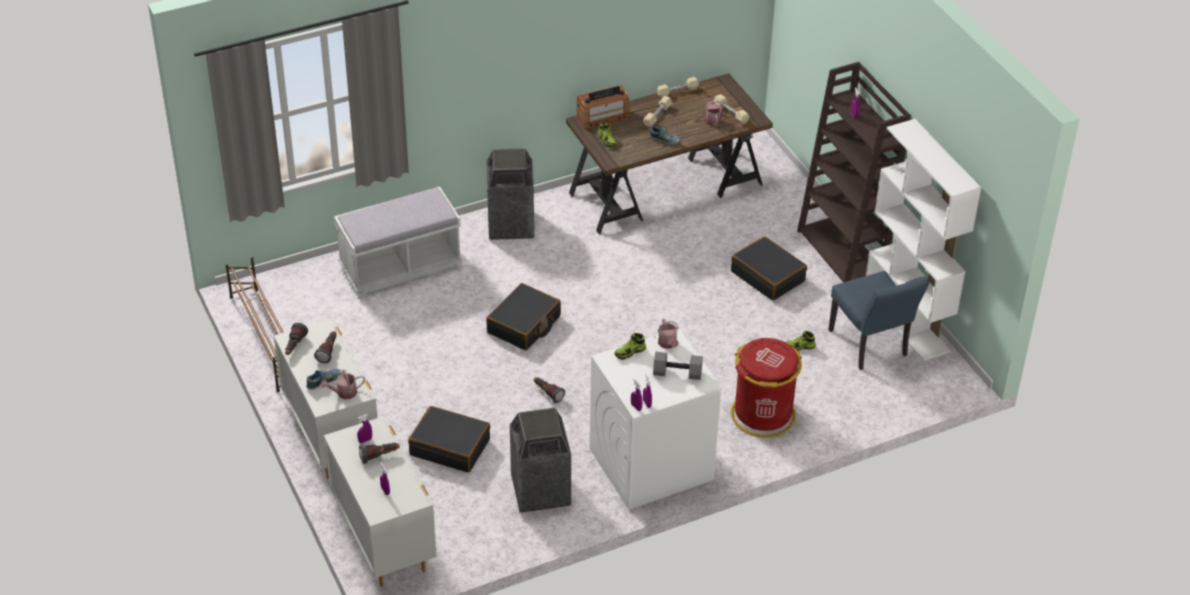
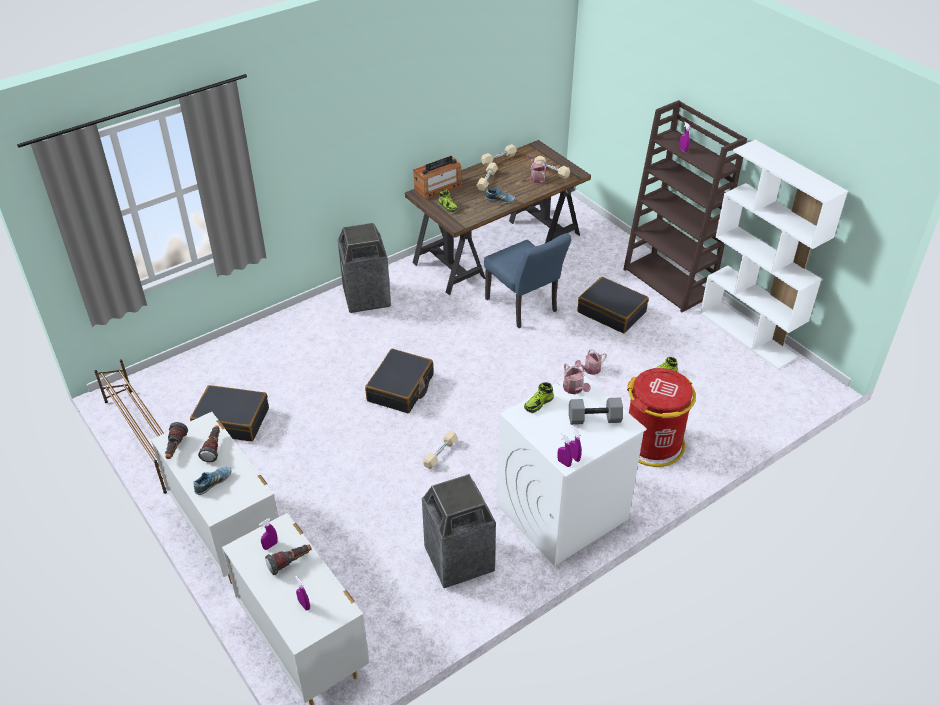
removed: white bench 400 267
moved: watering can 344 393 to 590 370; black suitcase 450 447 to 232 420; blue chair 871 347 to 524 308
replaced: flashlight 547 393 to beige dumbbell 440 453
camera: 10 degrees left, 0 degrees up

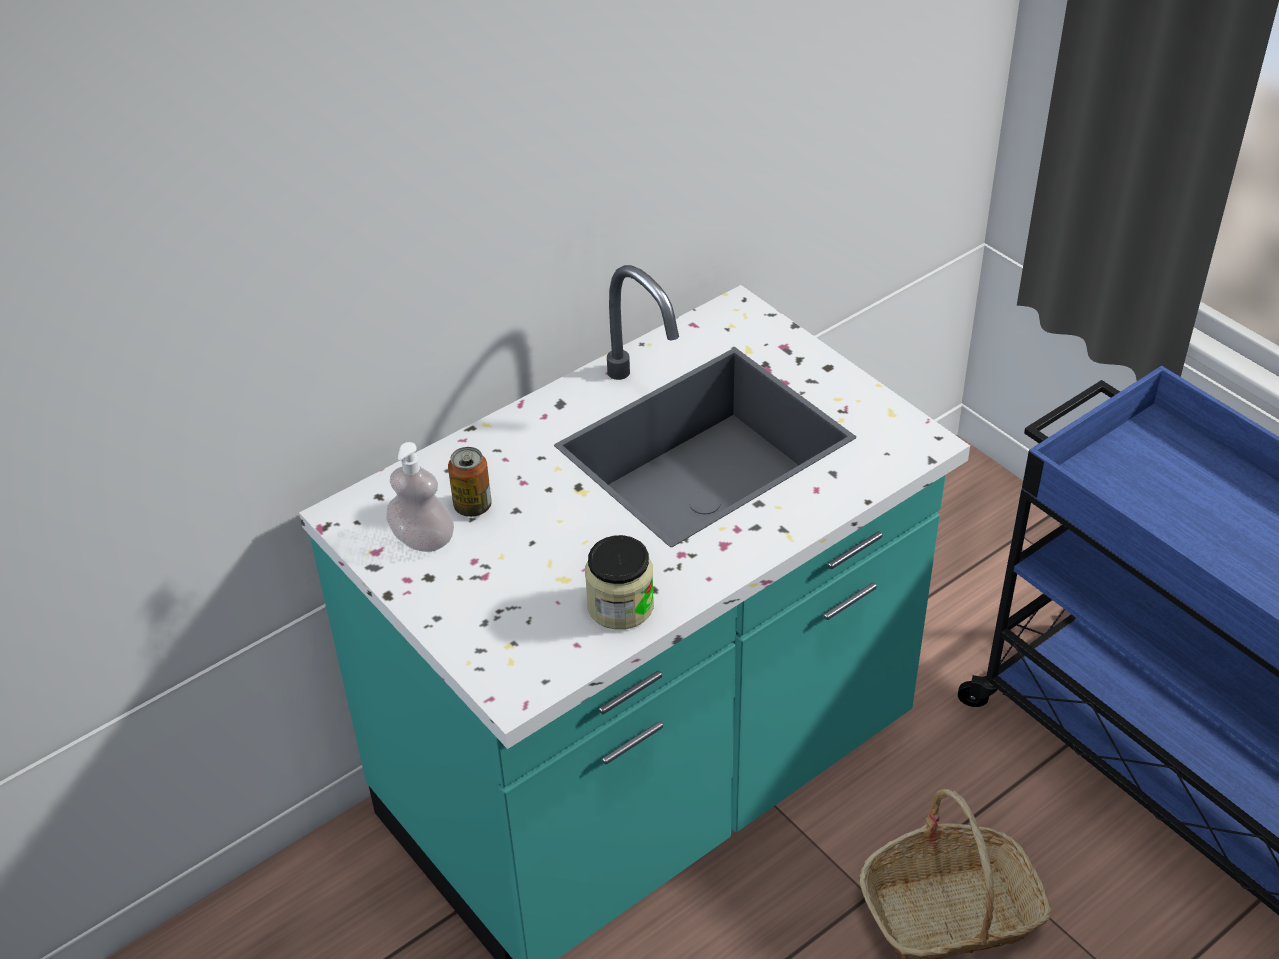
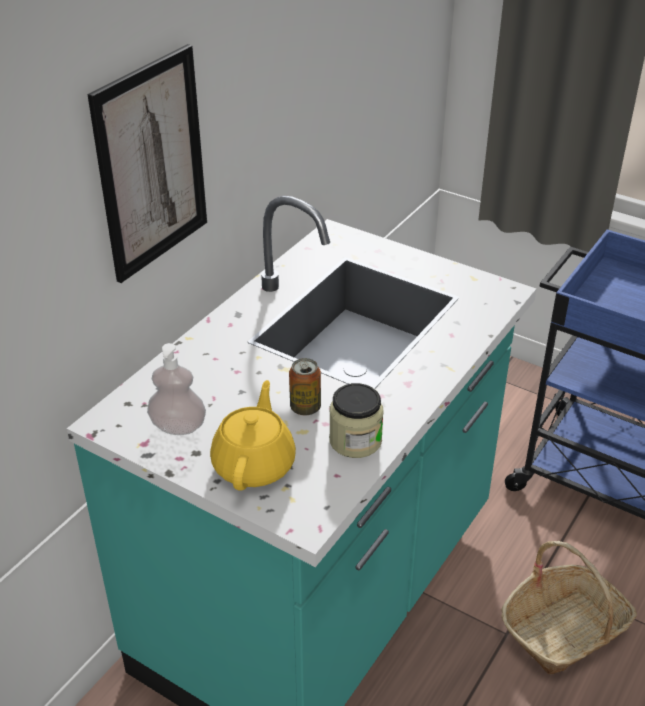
added: picture 151 164; yellow teapot 255 464
moved: can 472 506 to 305 407
camera: 20 degrees left, 5 degrees down

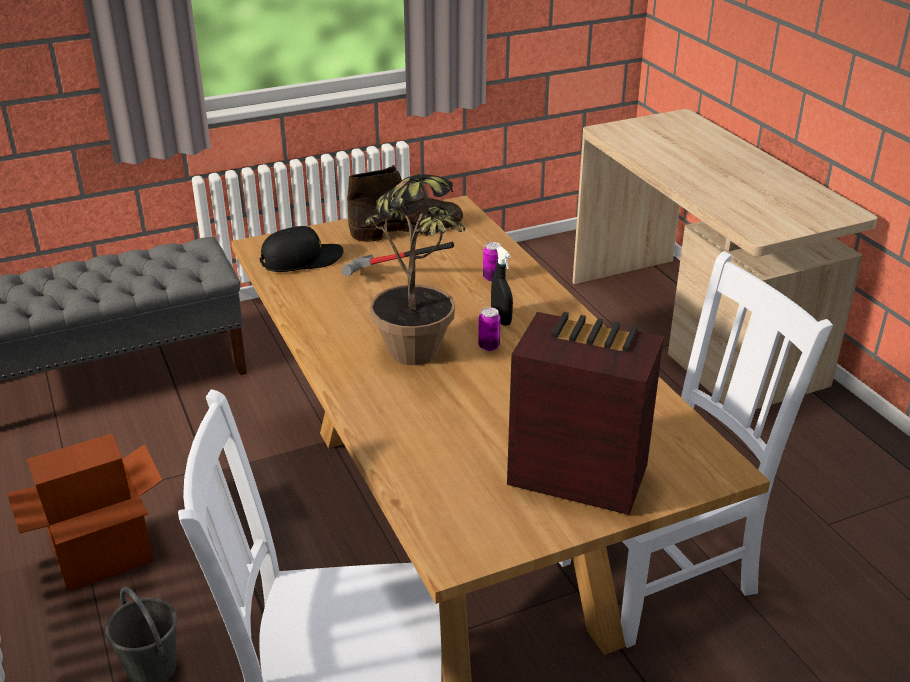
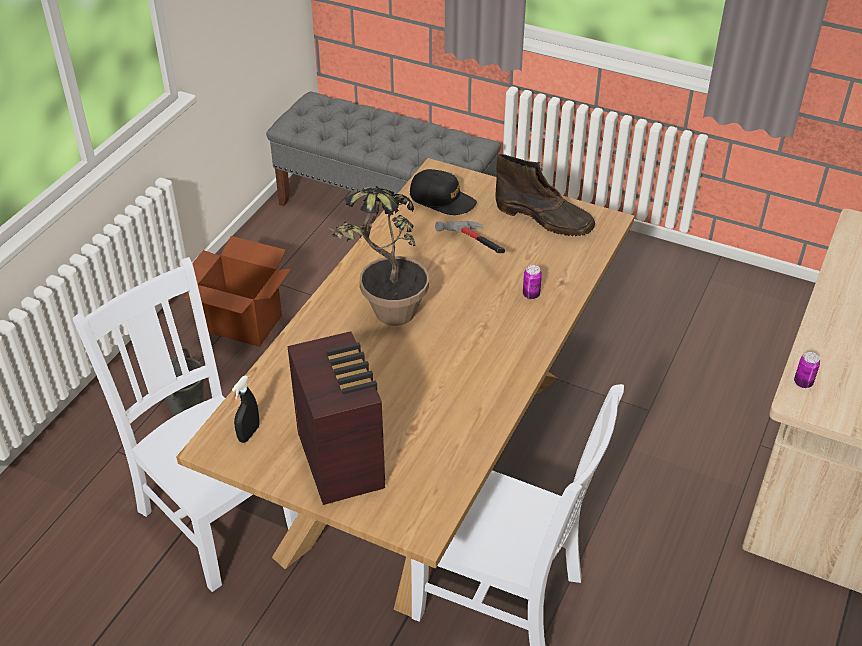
moved: can 489 346 to 803 383; black spray bottle 501 319 to 249 433
camera: 50 degrees right, 10 degrees up

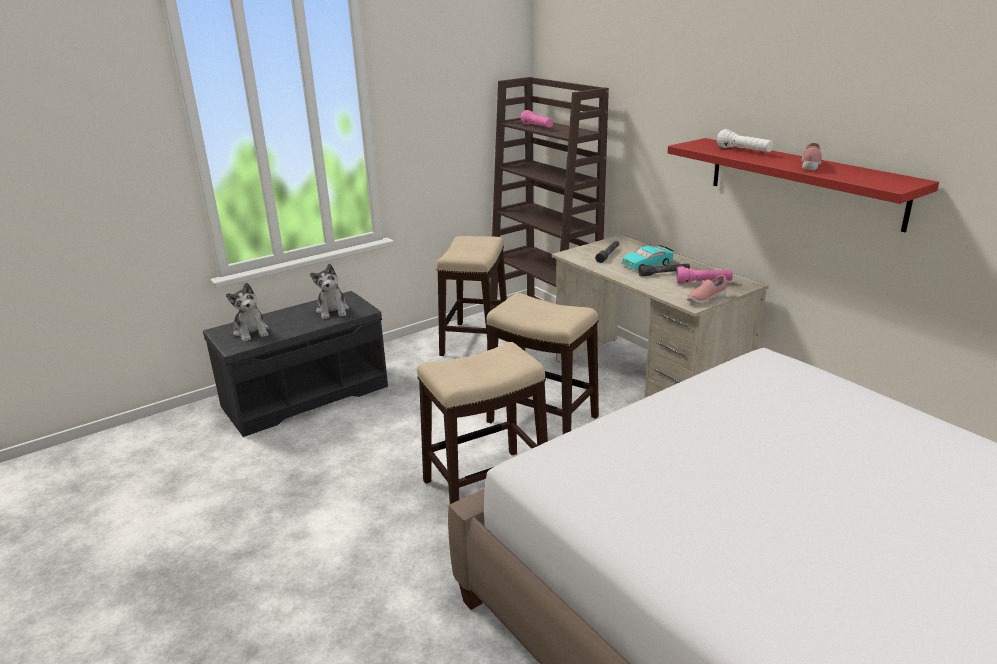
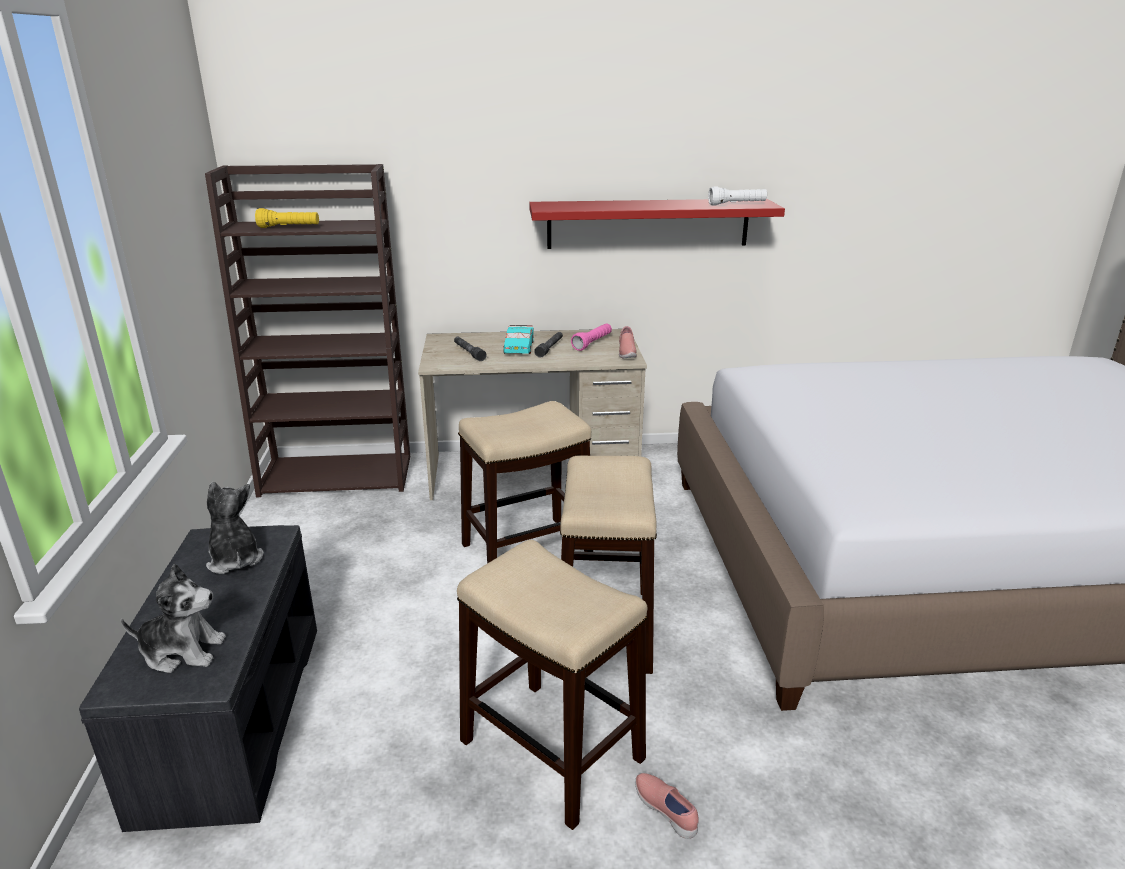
moved: stool 475 341 to 553 751; white flashlight 744 151 to 737 204; pink shoe 810 165 to 666 810
recoloured: pink flashlight 537 127 to yellow flashlight 289 227
turned: plush toy 333 310 = 234 559 135 degrees counterclockwise
camera: 60 degrees left, 0 degrees up

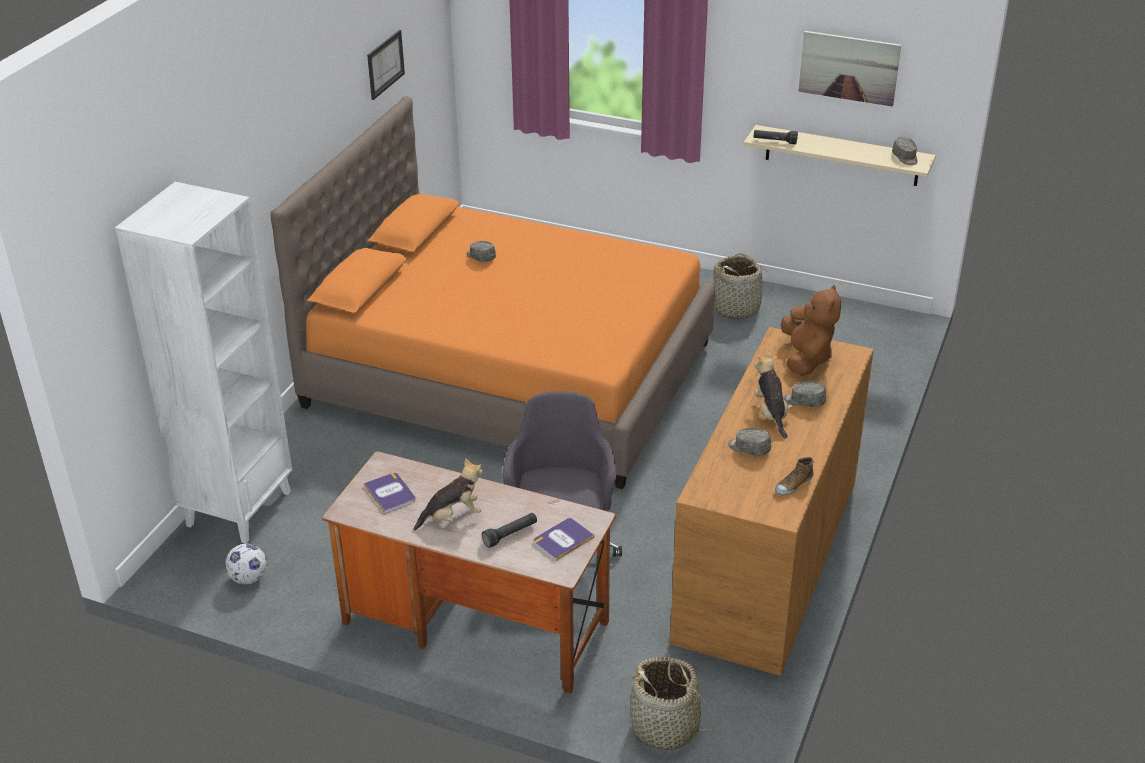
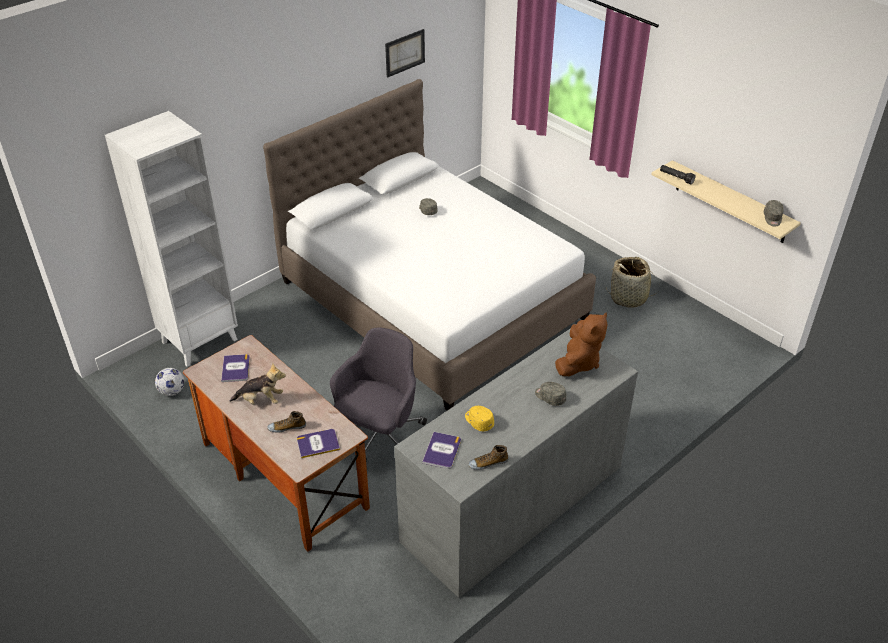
removed: basket 665 727; plush toy 771 414; picture 849 67
added: book 442 451
replaced: black flashlight 510 535 to shoe 287 427
recoloured: orange bed 510 373 to white bed 432 299; brown dresser 768 559 to grey dresser 513 503; grey cap 749 448 to yellow cap 478 421
camera: 25 degrees right, 5 degrees up

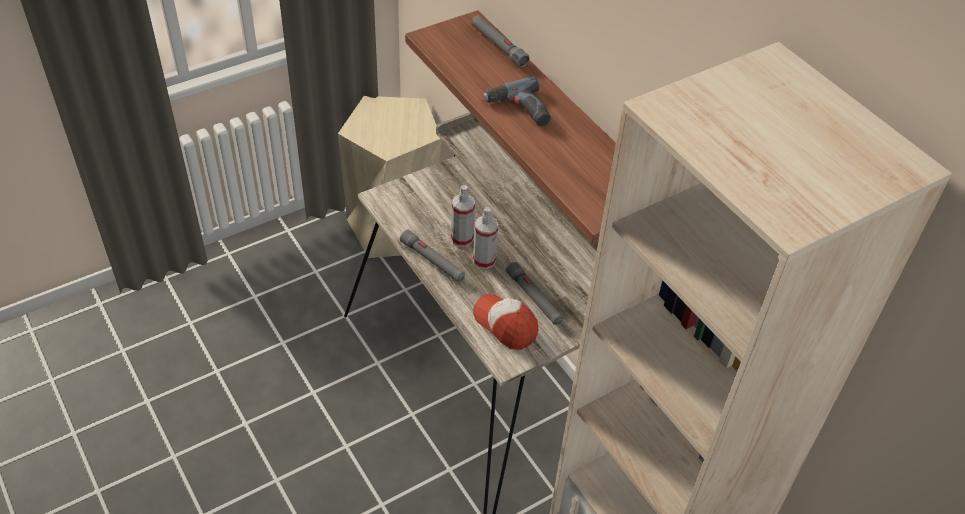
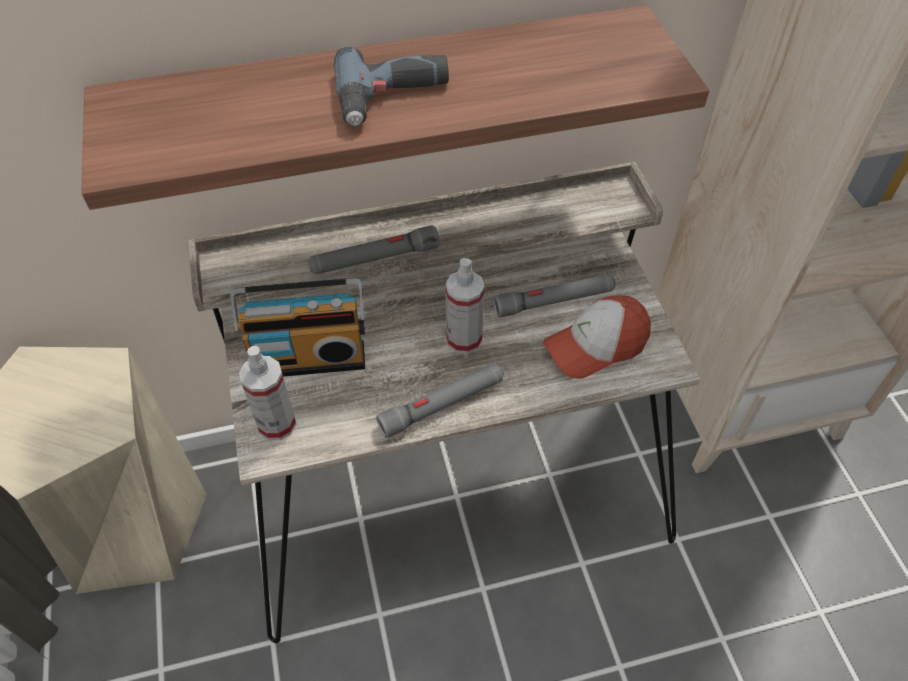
added: radio 309 356
moved: spray bottle 462 238 to 277 424; grey flashlight 498 46 to 374 259
camera: 70 degrees left, 5 degrees up

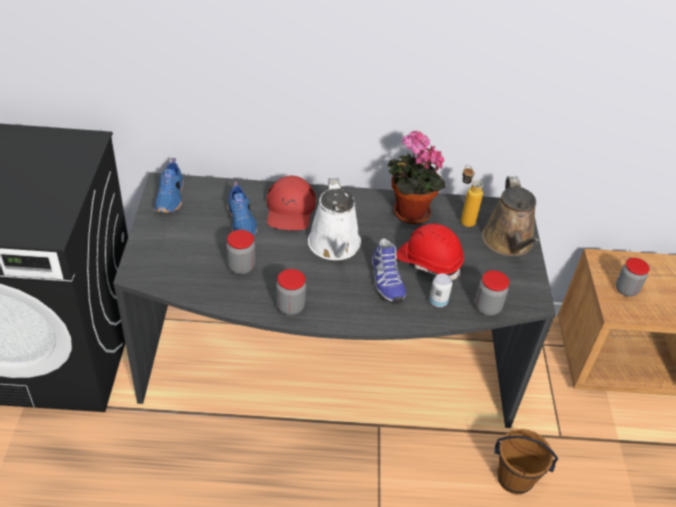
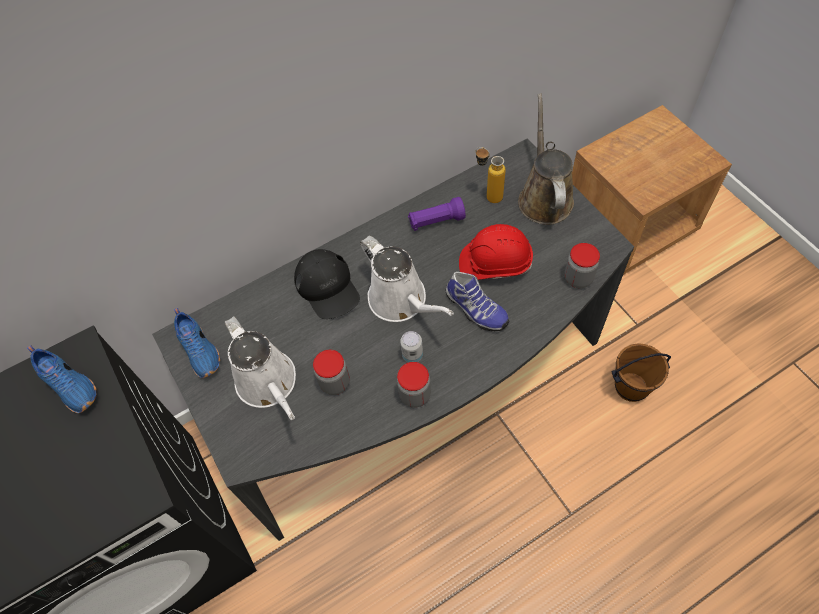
removed: jar 626 290
added: white watering can 269 384
moved: blue shoe 242 222 to 71 384; can 438 301 to 412 355
replaced: potted plant 408 213 to purple flashlight 436 221
recoloured: red cap 290 209 to black cap 327 287
turned: brown watering can 509 242 = 544 197 150 degrees counterclockwise
camera: 25 degrees left, 15 degrees up

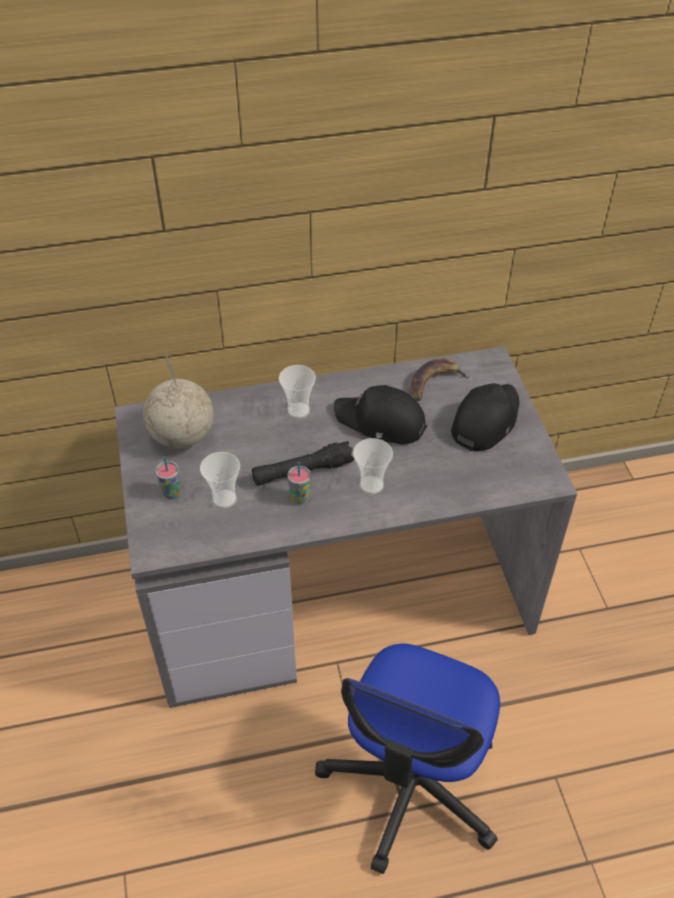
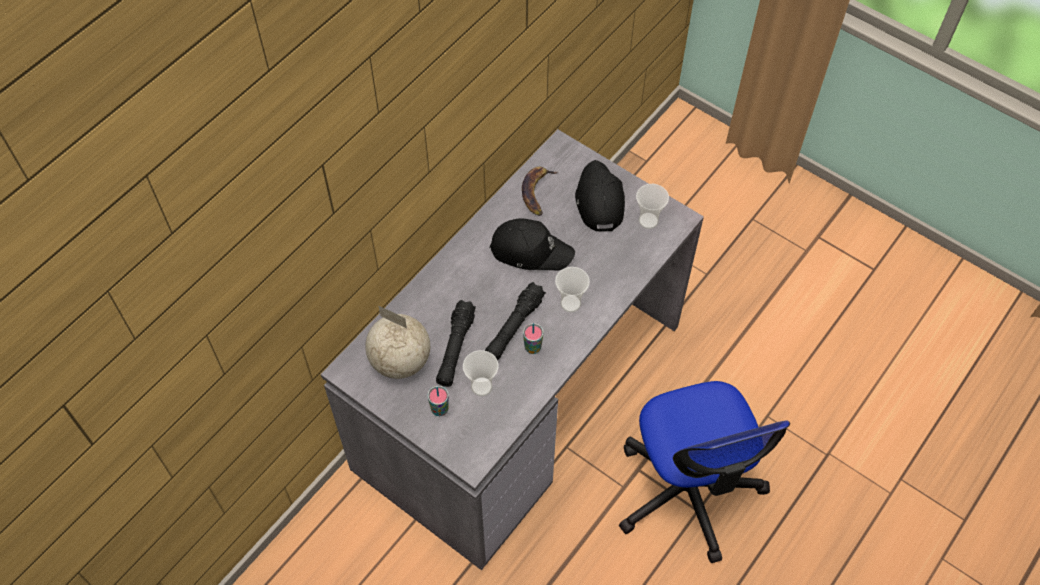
added: black flashlight 455 348
moved: cup 298 410 to 648 220
turned: black cap 380 422 = 530 250 150 degrees counterclockwise
camera: 40 degrees left, 10 degrees up

